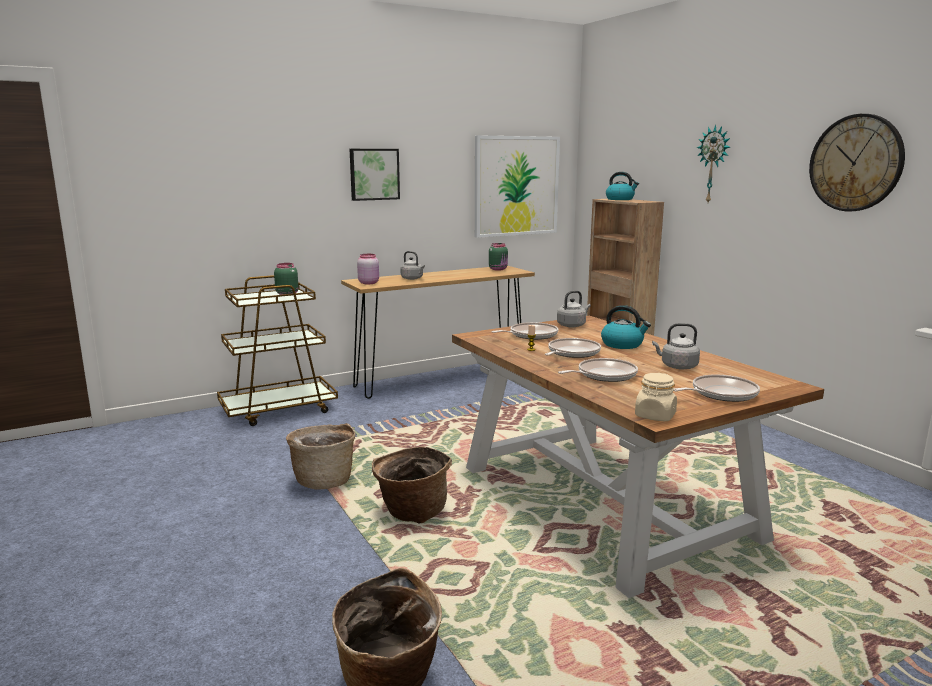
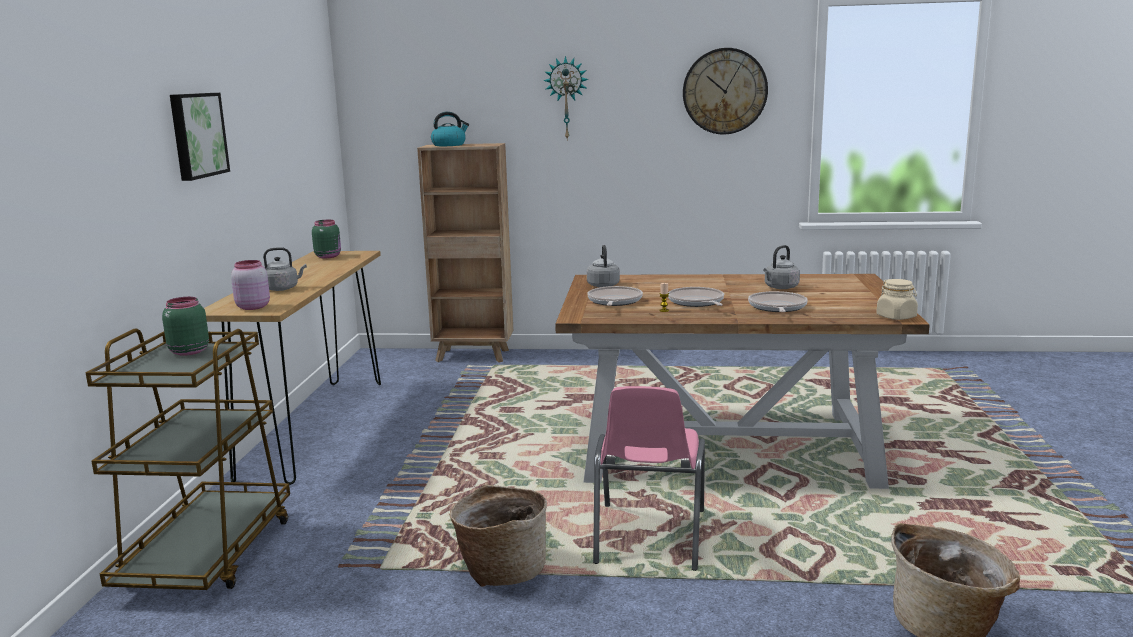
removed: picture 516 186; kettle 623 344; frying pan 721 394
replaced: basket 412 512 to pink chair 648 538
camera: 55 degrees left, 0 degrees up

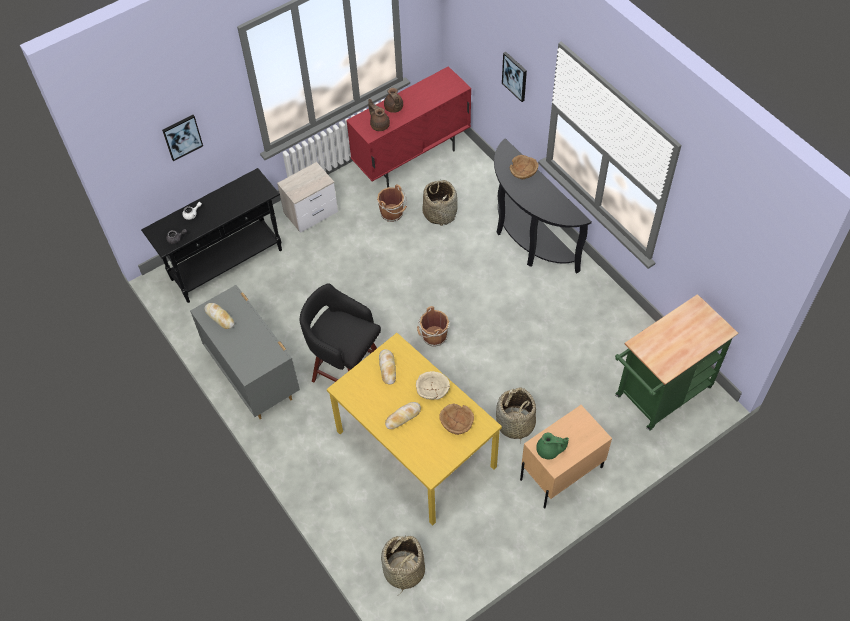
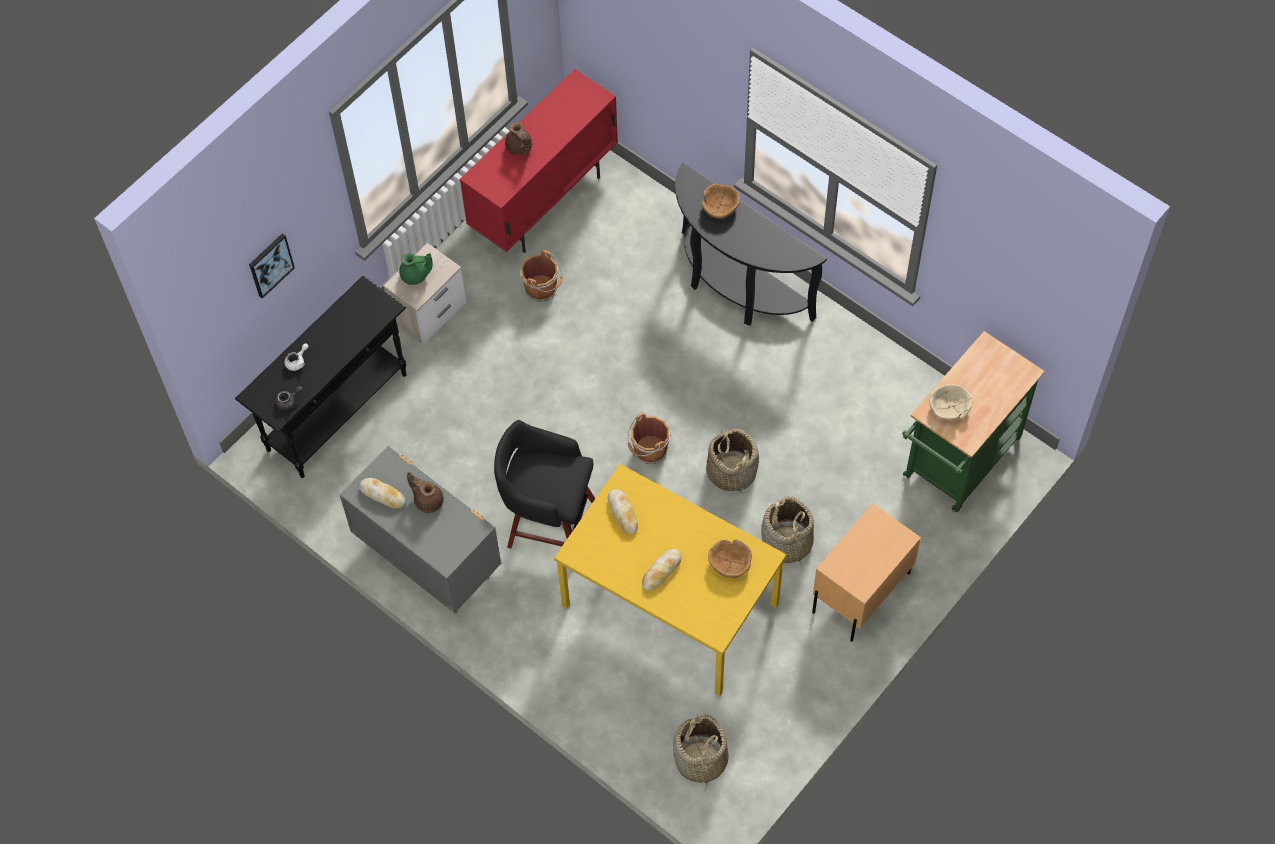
removed: picture 515 76
moved: brown teapot 379 124 to 428 500; beige bowl 432 390 to 948 408; basket 440 213 to 731 471; green teapot 549 451 to 415 276
camera: 15 degrees left, 5 degrees up

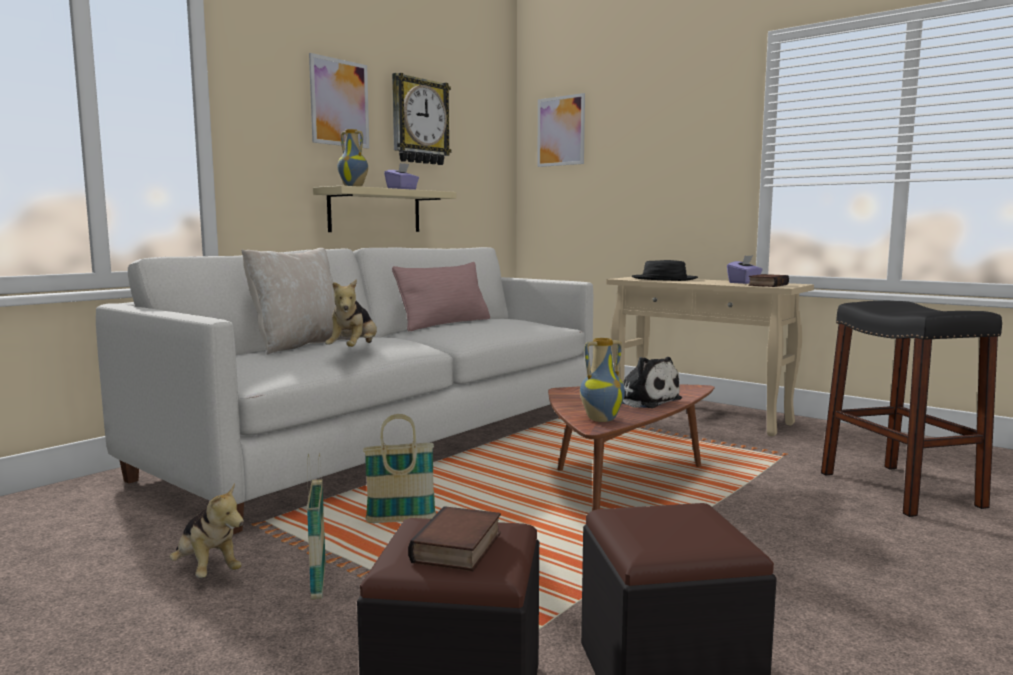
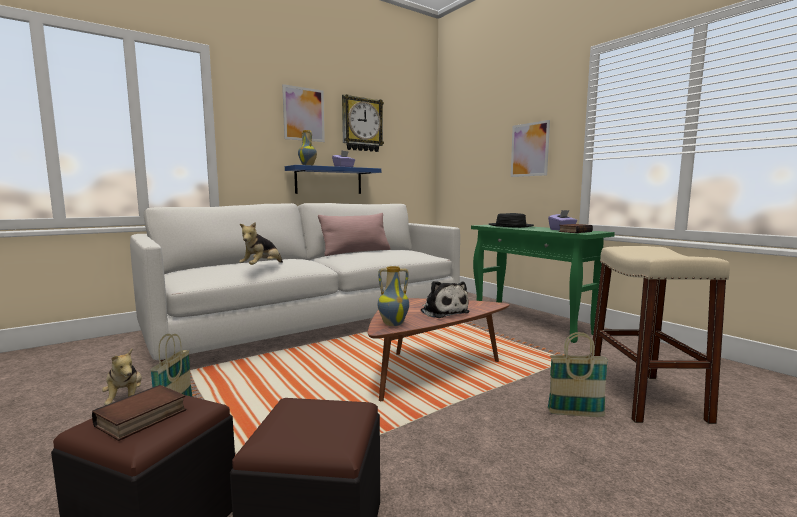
removed: beige pillow 299 345
moved: basket 401 520 to 575 414; picture 561 131 to 529 149
recoloured: beige shelf 375 211 to blue shelf 329 180; beige console table 701 416 to green console table 532 323; black stool 899 489 to beige stool 645 397
camera: 15 degrees right, 0 degrees up

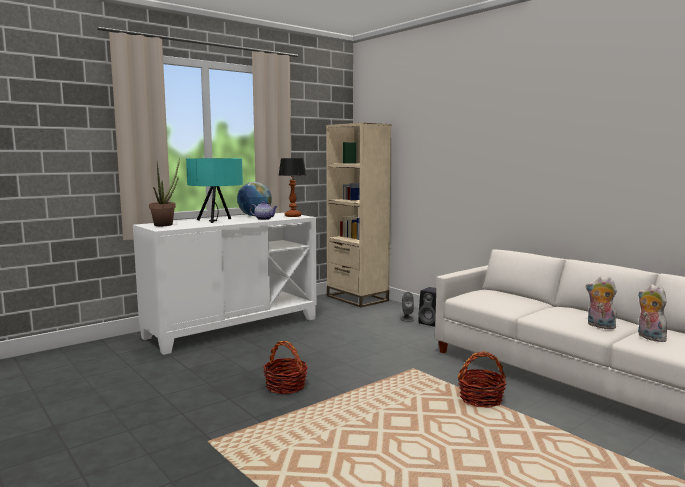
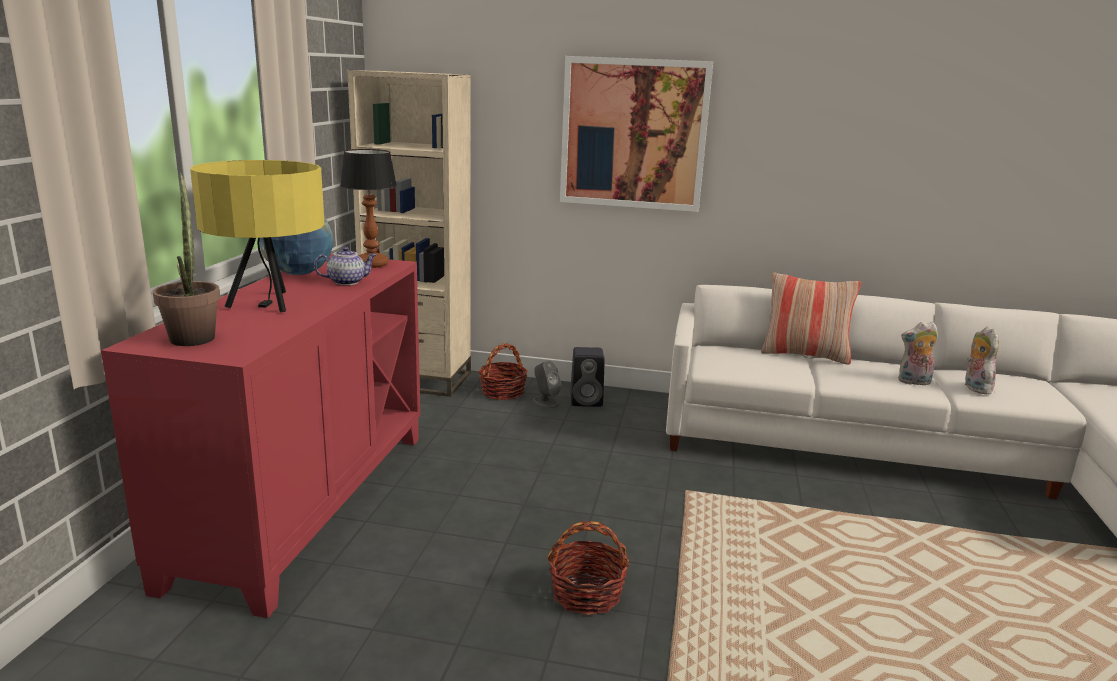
added: picture 633 134; pillow 805 355
moved: basket 481 399 to 502 392
recoloured: white cabinet 232 328 to red cabinet 305 503; turquoise table lamp 216 221 to yellow table lamp 269 302
turned: plush toy 649 337 = 974 387 60 degrees clockwise
camera: 40 degrees left, 10 degrees up

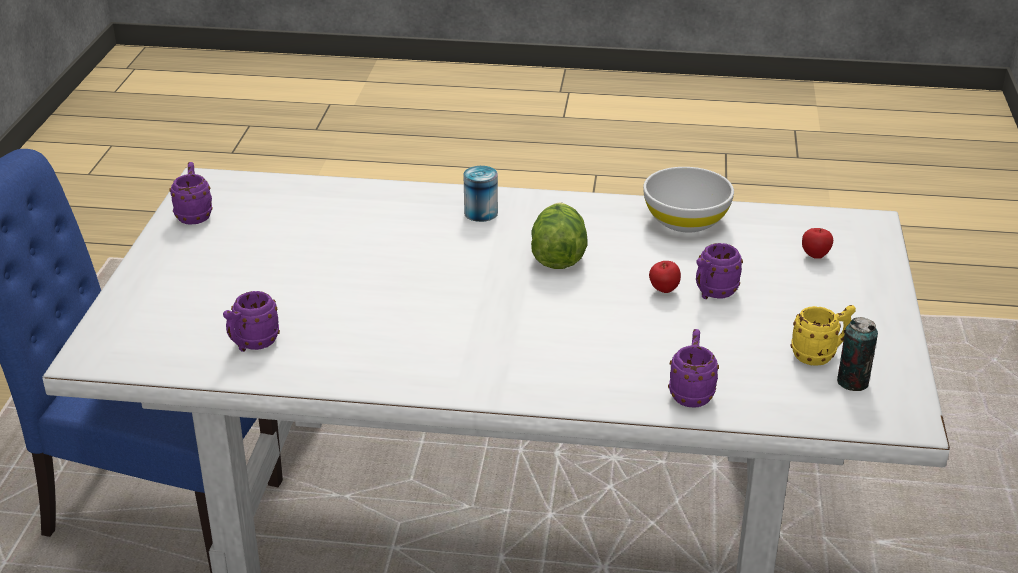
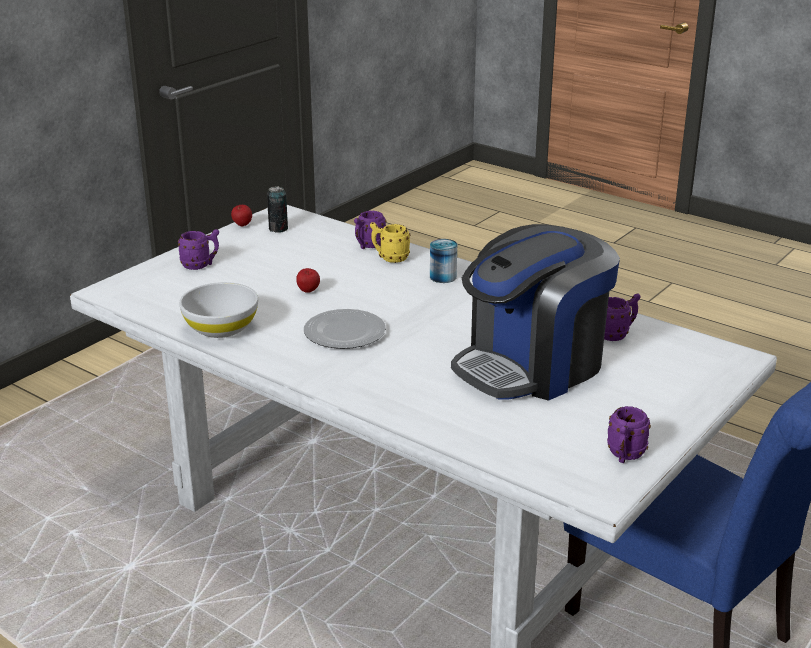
added: coffee machine 532 366
moved: can 481 213 to 443 277; purple mug 712 293 to 201 265; yellow mug 819 355 to 389 258; apple 815 256 to 242 226
replaced: lettuce 557 254 to plate 346 332
camera: 150 degrees left, 5 degrees down

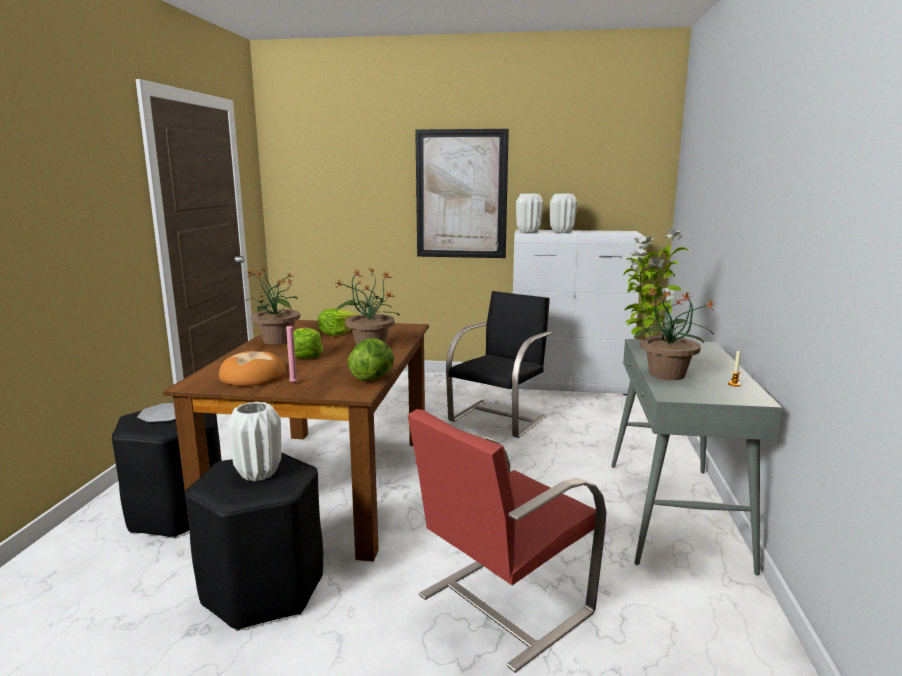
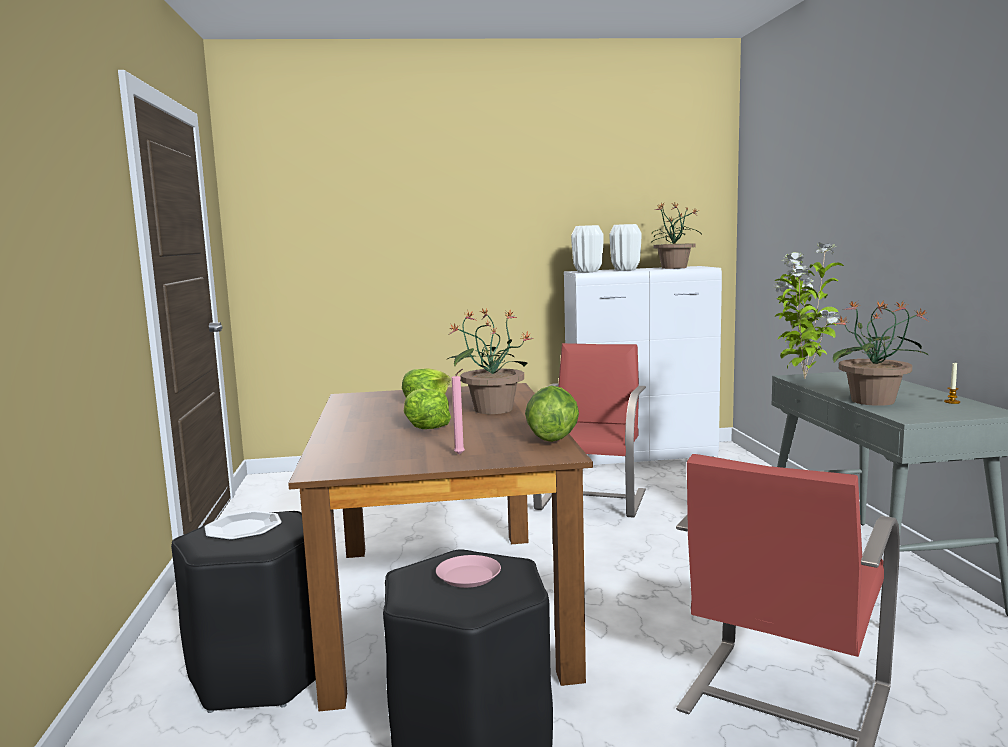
removed: bread 253 376; picture 461 194
moved: potted plant 277 340 to 674 268
replaced: white vase 259 474 to pink plate 468 576
recoloured: black chair 499 418 to red chair 592 499
camera: 15 degrees left, 5 degrees down

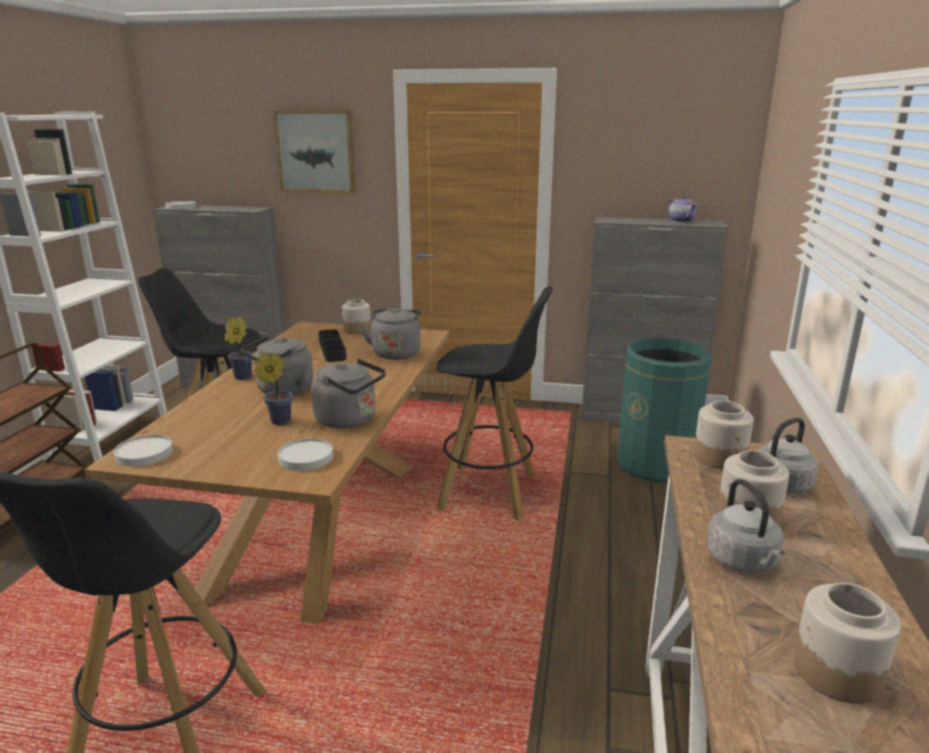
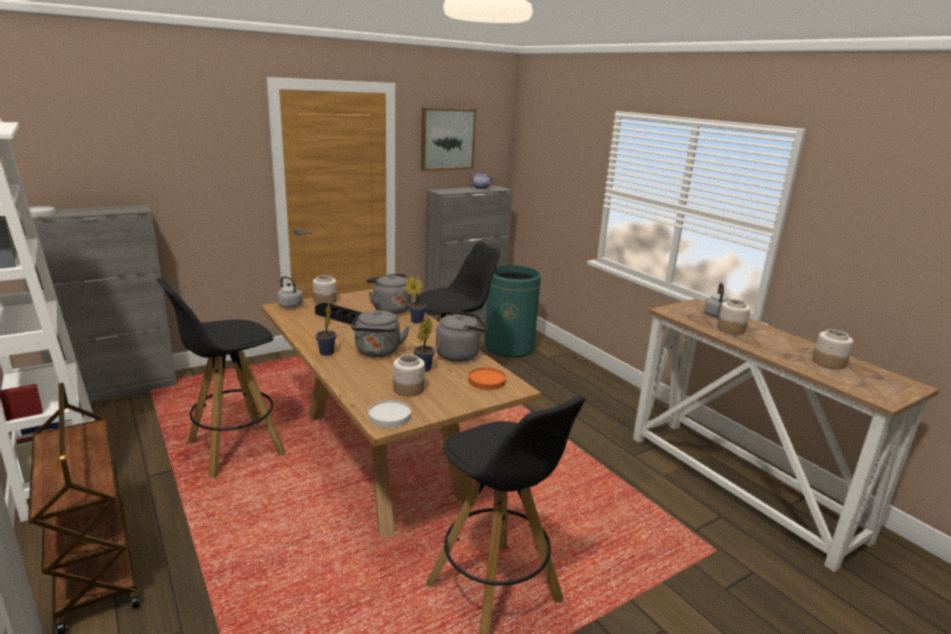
added: potted plant 415 321
moved: picture 316 151 to 447 139; jar 720 457 to 409 389; grey kettle 743 562 to 291 306
recoloured: white plate 306 457 to orange plate 487 380
camera: 45 degrees left, 0 degrees up

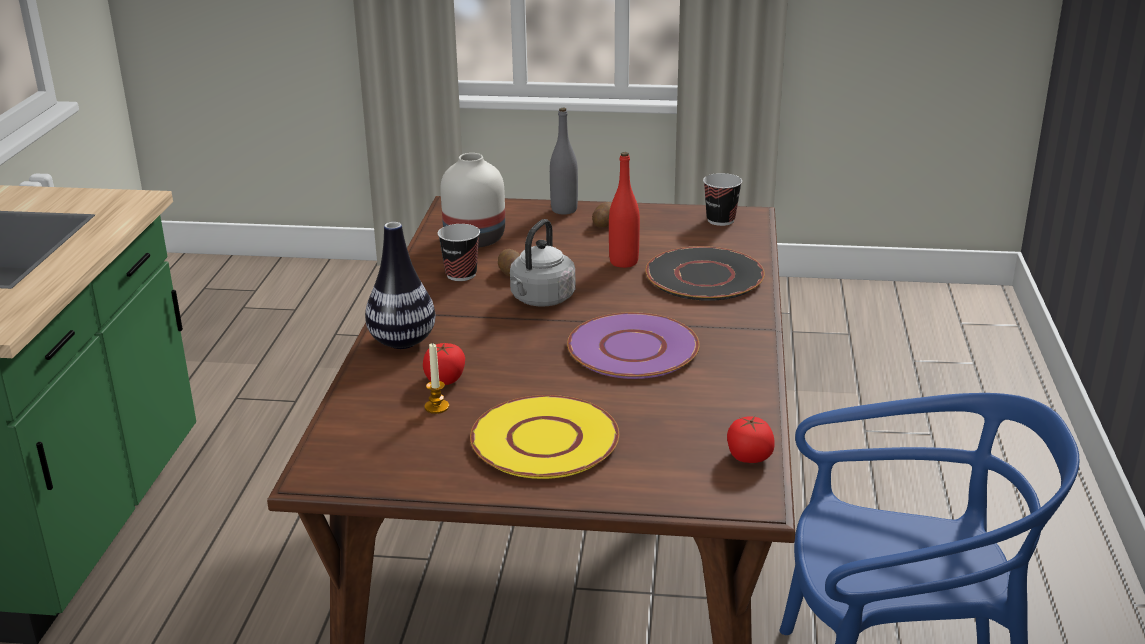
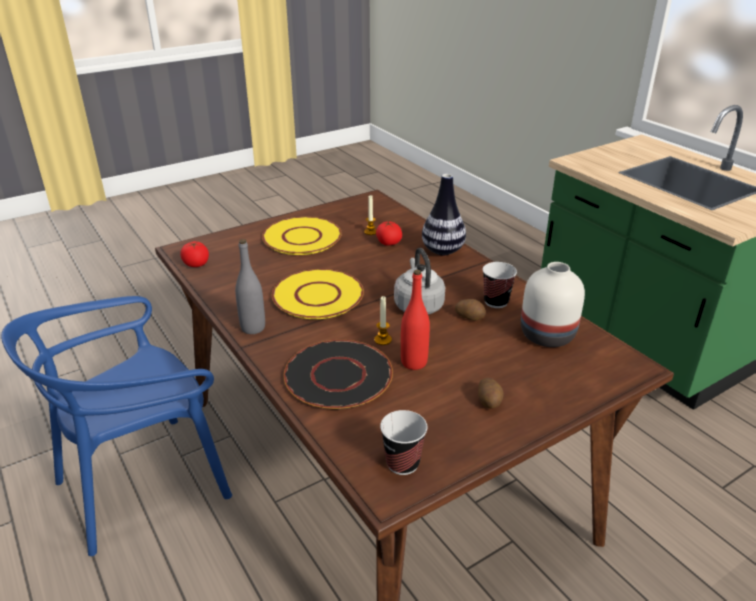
added: candle 383 340
moved: grey bottle 564 210 to 253 328
recoloured: purple plate 632 349 to yellow plate 317 295
camera: 140 degrees right, 5 degrees up

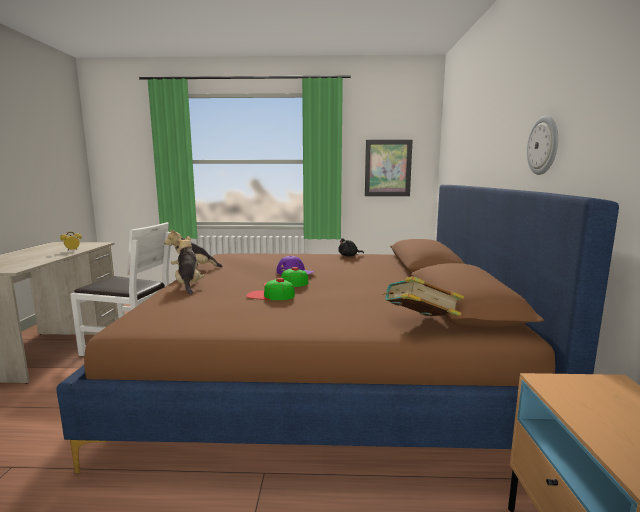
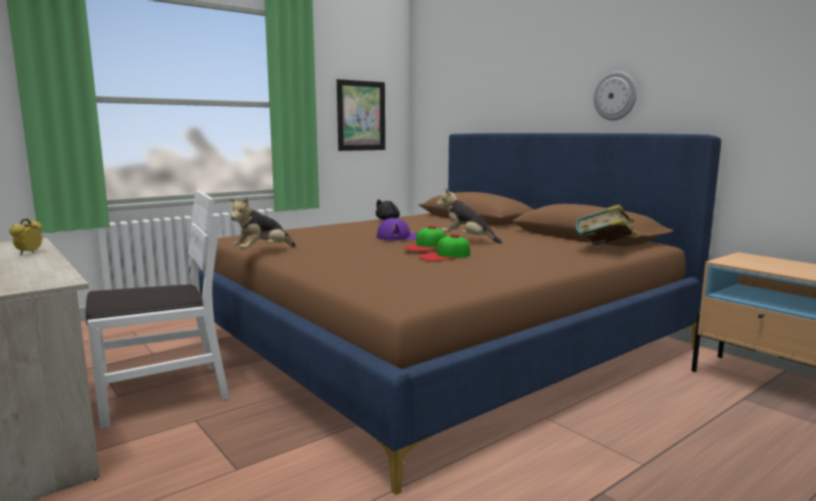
moved: plush toy 189 285 to 467 240
camera: 40 degrees left, 0 degrees up

